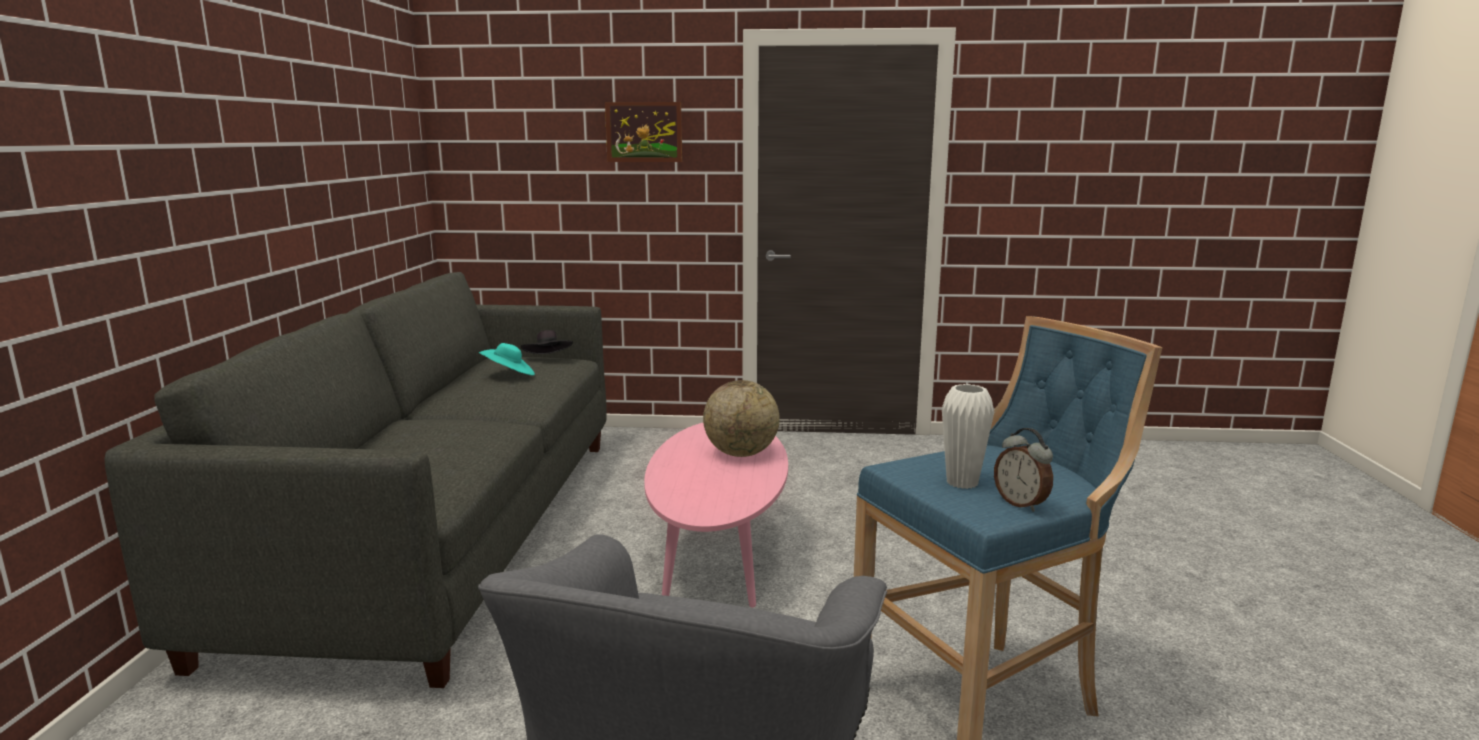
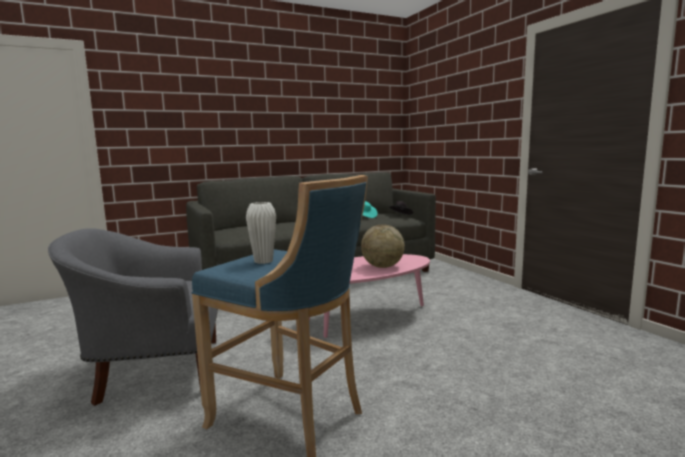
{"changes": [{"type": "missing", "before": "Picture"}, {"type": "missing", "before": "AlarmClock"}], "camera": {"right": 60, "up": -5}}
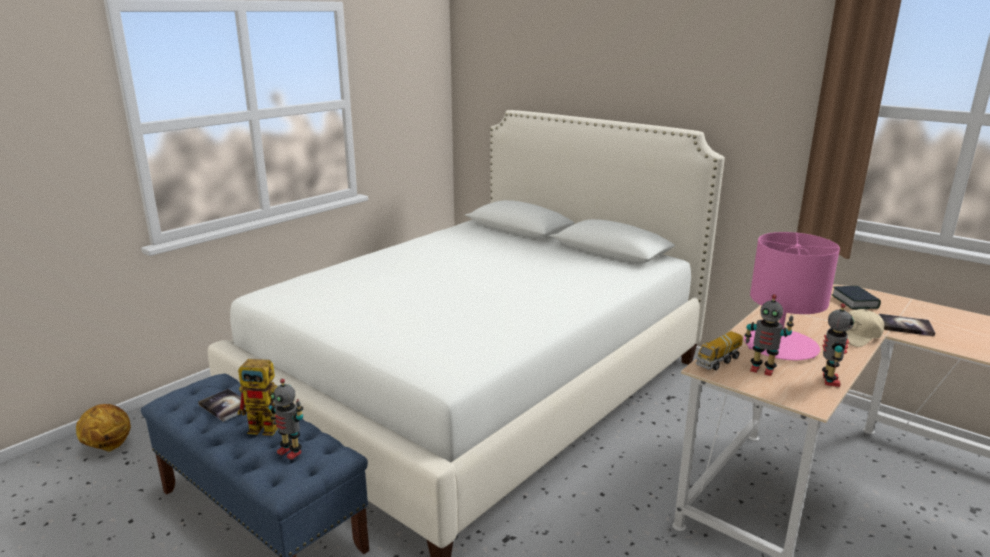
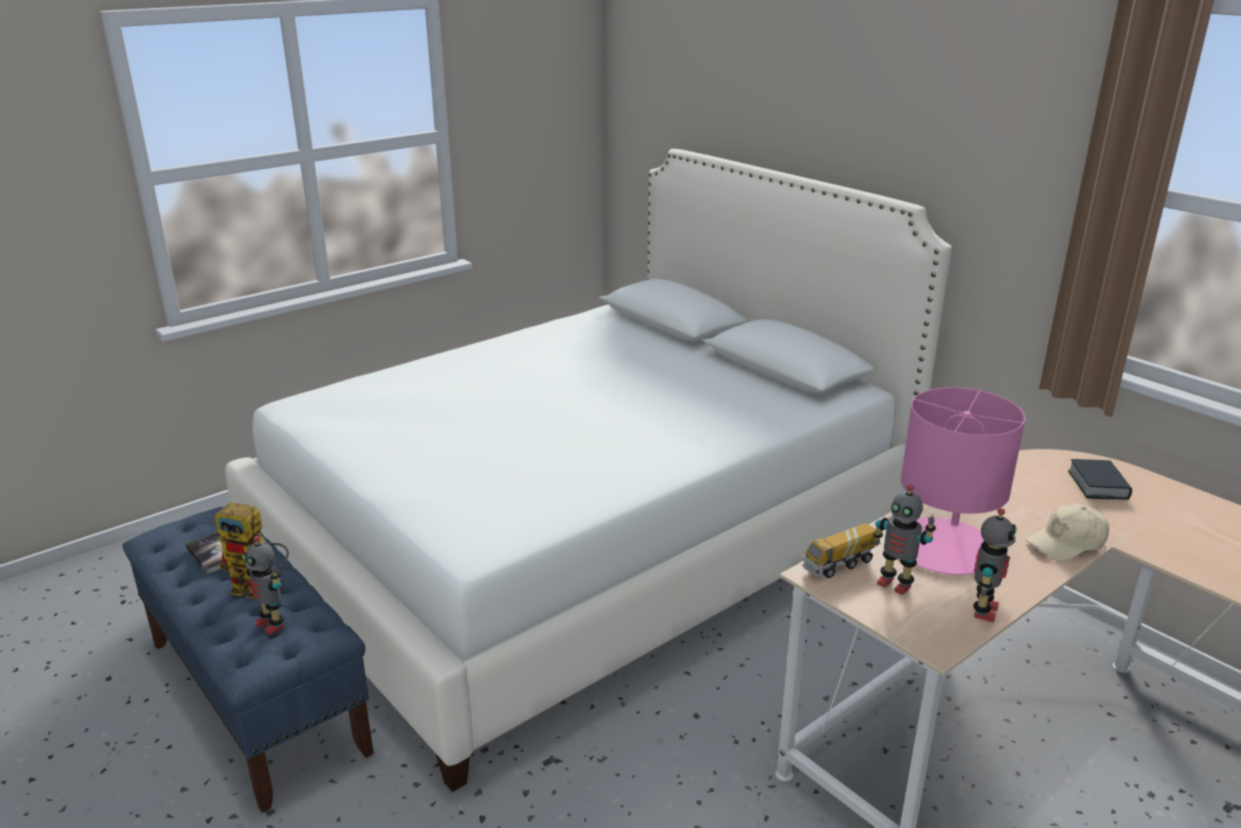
{"changes": [{"type": "missing", "before": "Volume (no. 3 from left)"}, {"type": "missing", "before": "Basketball"}], "camera": {"right": 10, "up": 5}}
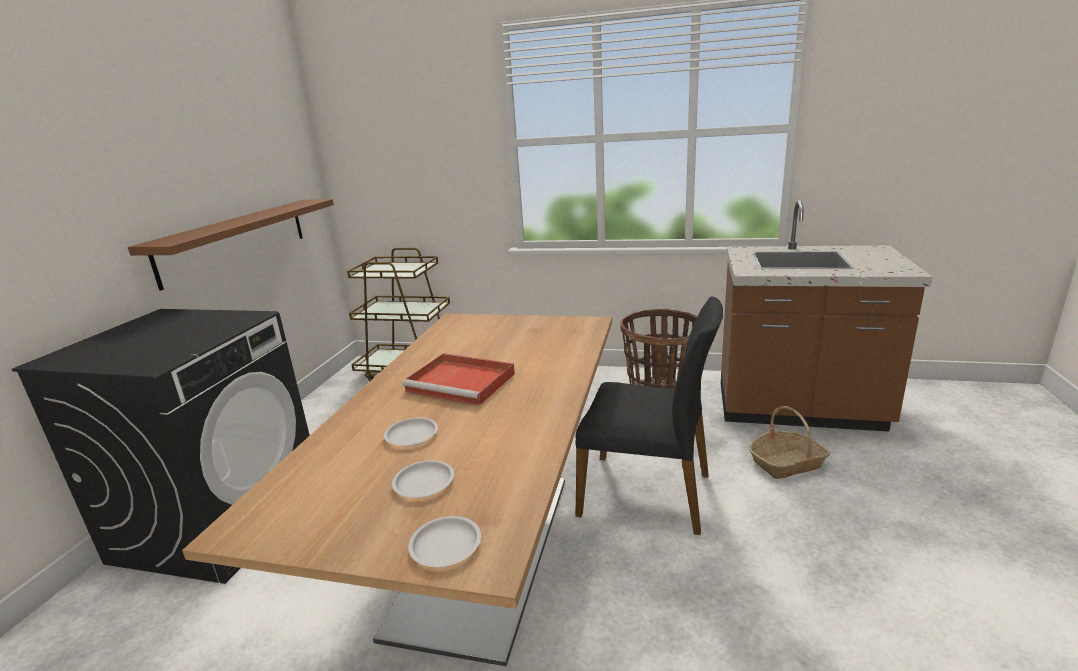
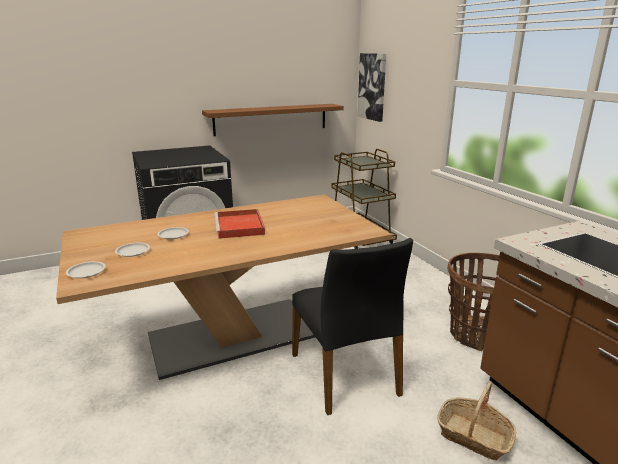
{"changes": [{"type": "appeared", "after": "Picture"}], "camera": {"right": 50, "up": 0}}
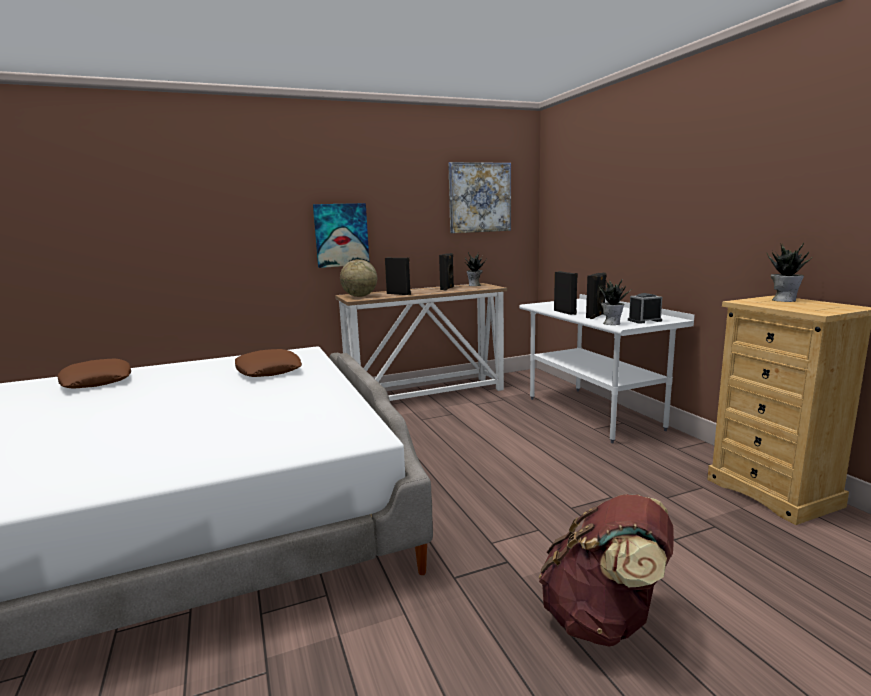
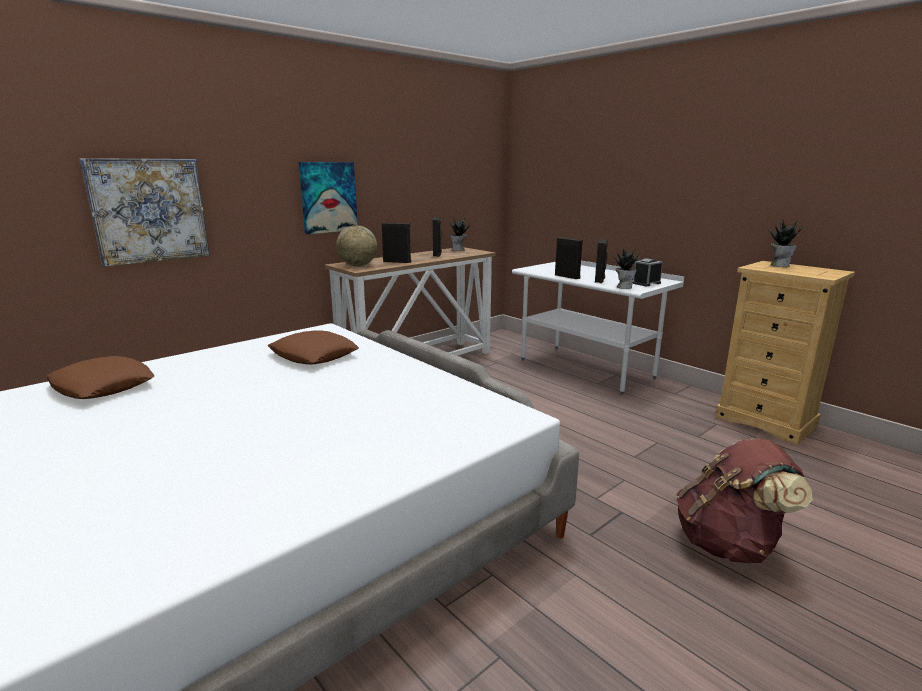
{"changes": [{"type": "relocated", "before": "Picture (no. 2 from left in the first image)", "after": "Picture (no. 1 from left)"}], "camera": {"right": -20, "up": 5}}
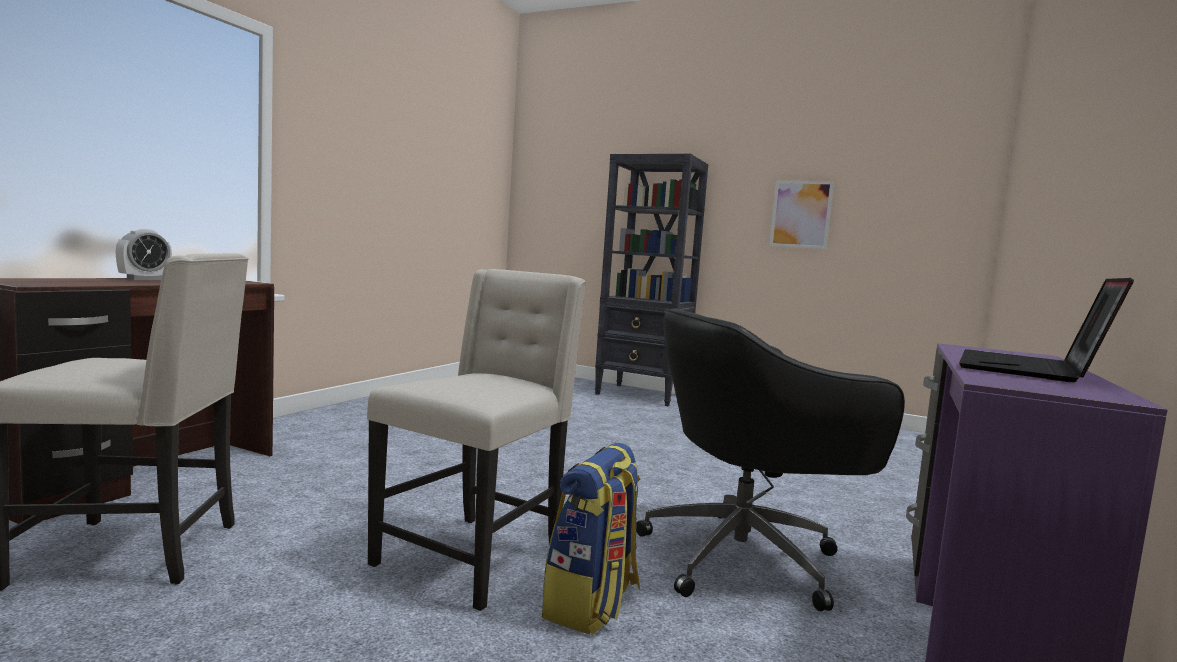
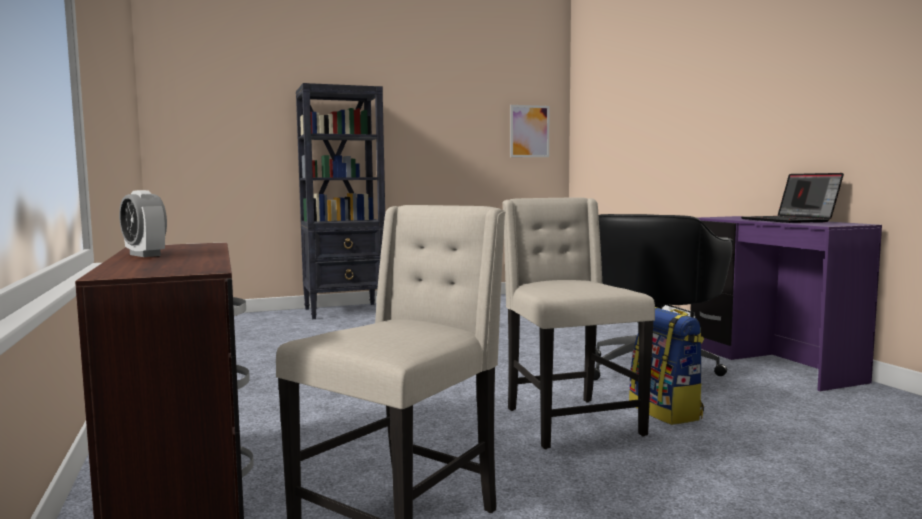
{"changes": [{"type": "relocated", "before": "Picture"}, {"type": "spun", "before": "AlarmClock", "turn": 150}], "camera": {"right": -45, "up": 0}}
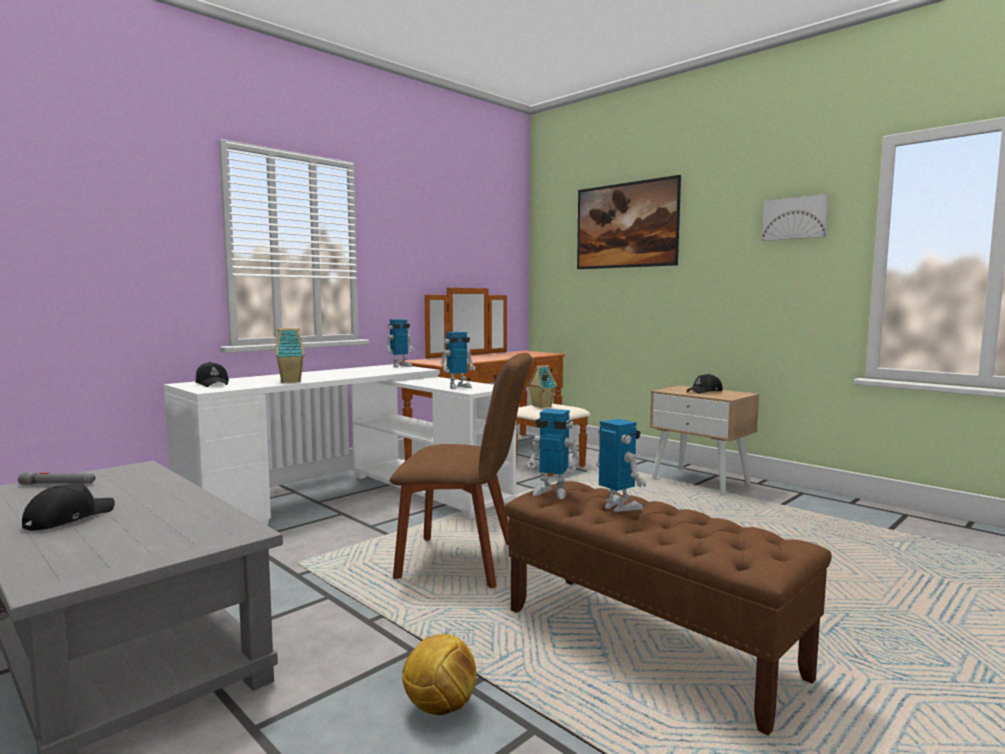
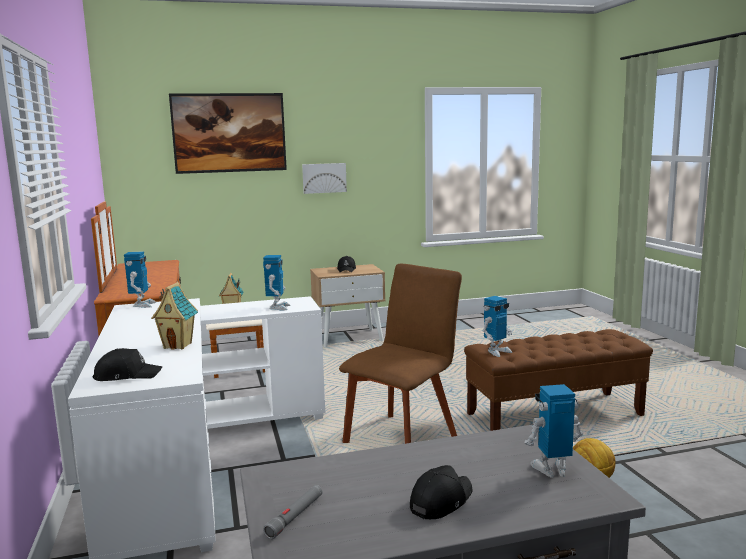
{"changes": [{"type": "relocated", "before": "Picture (no. 2 from left)"}, {"type": "relocated", "before": "ToyRobot (no. 4 from left)"}, {"type": "spun", "before": "BlackColouredBaseballCap (no. 1 from left in the first image)", "turn": 75}], "camera": {"right": -60, "up": 5}}
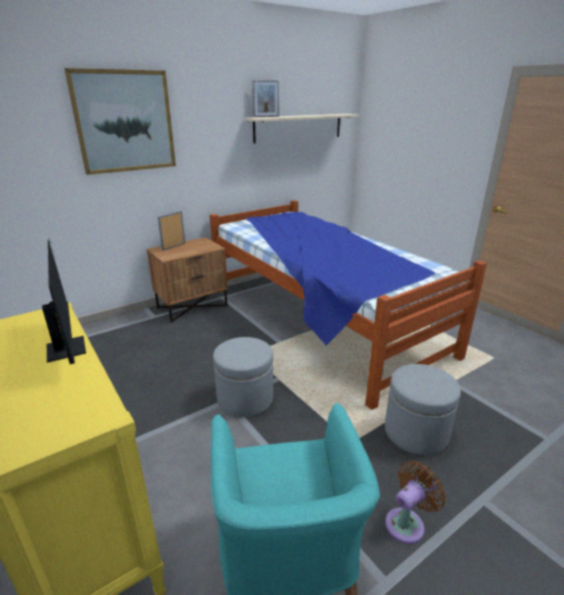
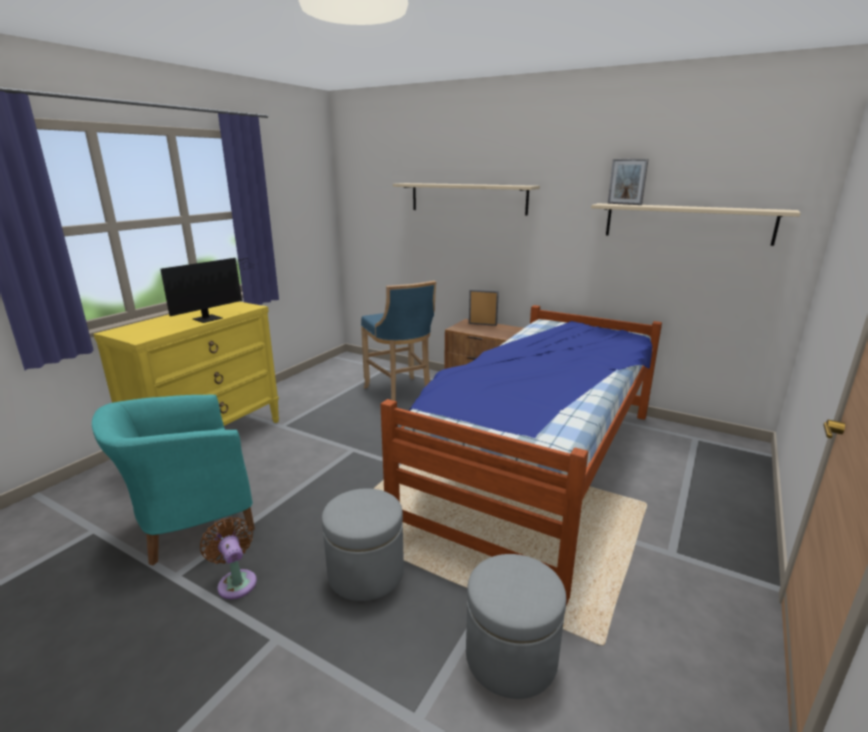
{"changes": [{"type": "exchanged", "before": "Picture", "after": "BeigeColouredShelf (no. 1 from left)"}, {"type": "relocated", "before": "GreyishFootrest (no. 1 from left in the first image)", "after": "GreyishFootrest (no. 2 from left)"}, {"type": "spun", "before": "BrownColouredCoolingFan", "turn": -150}, {"type": "appeared", "after": "BluishStool"}], "camera": {"right": 65, "up": -5}}
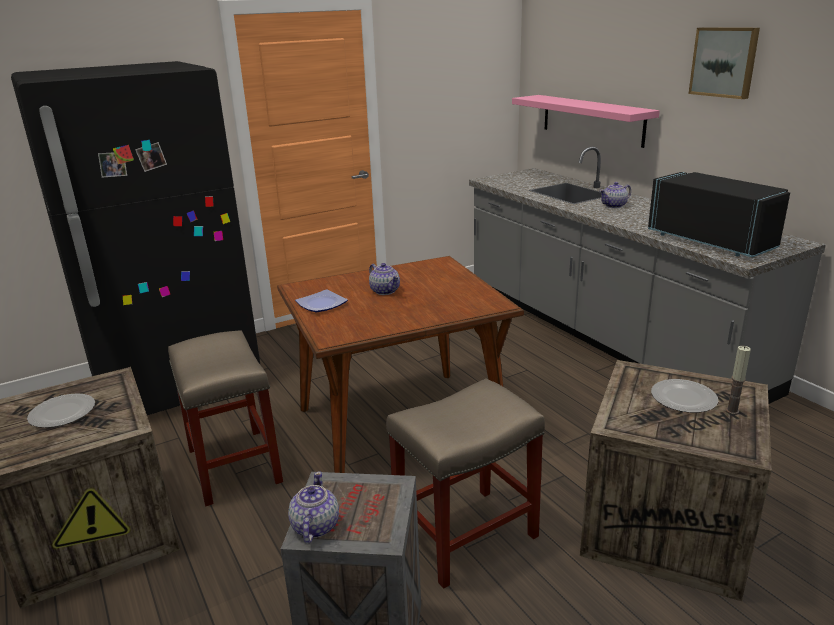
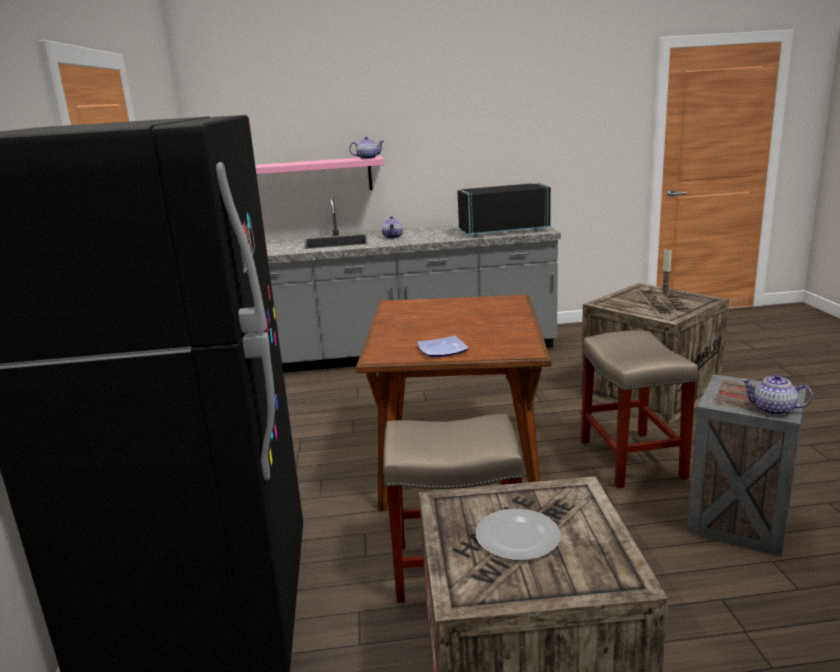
{"changes": [{"type": "missing", "before": "Picture"}, {"type": "relocated", "before": "Teapot (no. 2 from left in the first image)", "after": "Teapot (no. 1 from left)"}, {"type": "missing", "before": "DinnerPlate (no. 3 from left)"}], "camera": {"right": -65, "up": -5}}
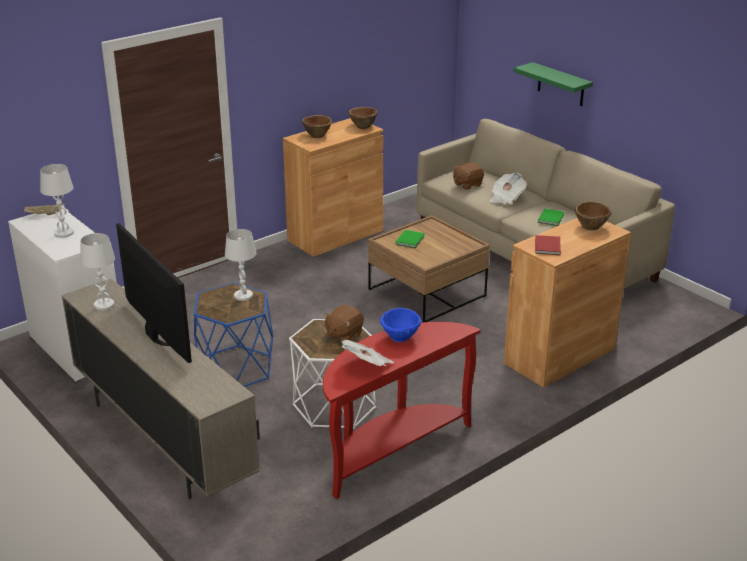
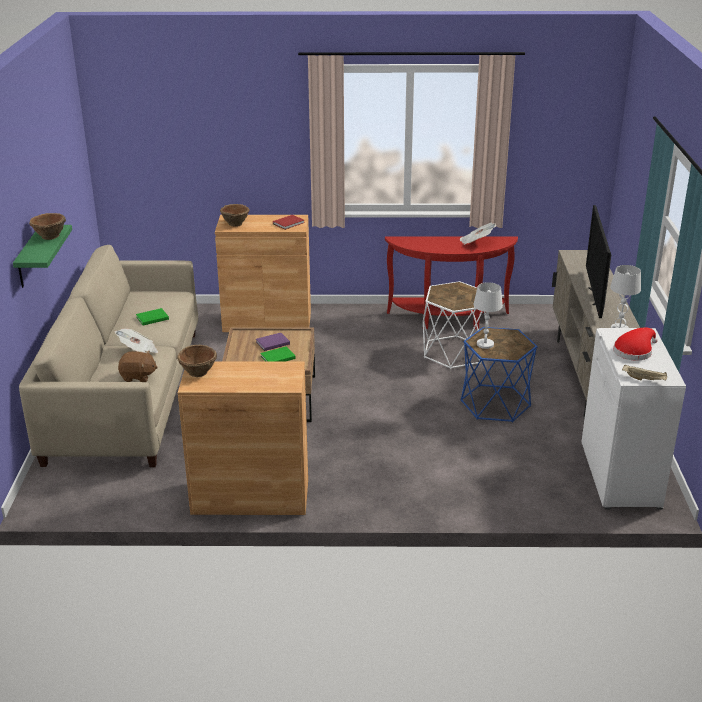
{"changes": [{"type": "relocated", "before": "BrownColouredDeepDish (no. 1 from left)"}, {"type": "exchanged", "before": "WhitishTableLamp (no. 1 from left)", "after": "RedWearableHat"}, {"type": "missing", "before": "BrownColouredCuddlyToy (no. 1 from left)"}, {"type": "missing", "before": "BluishDeepDish"}, {"type": "appeared", "after": "PurpleColouredVolume"}], "camera": {"right": -140, "up": 0}}
